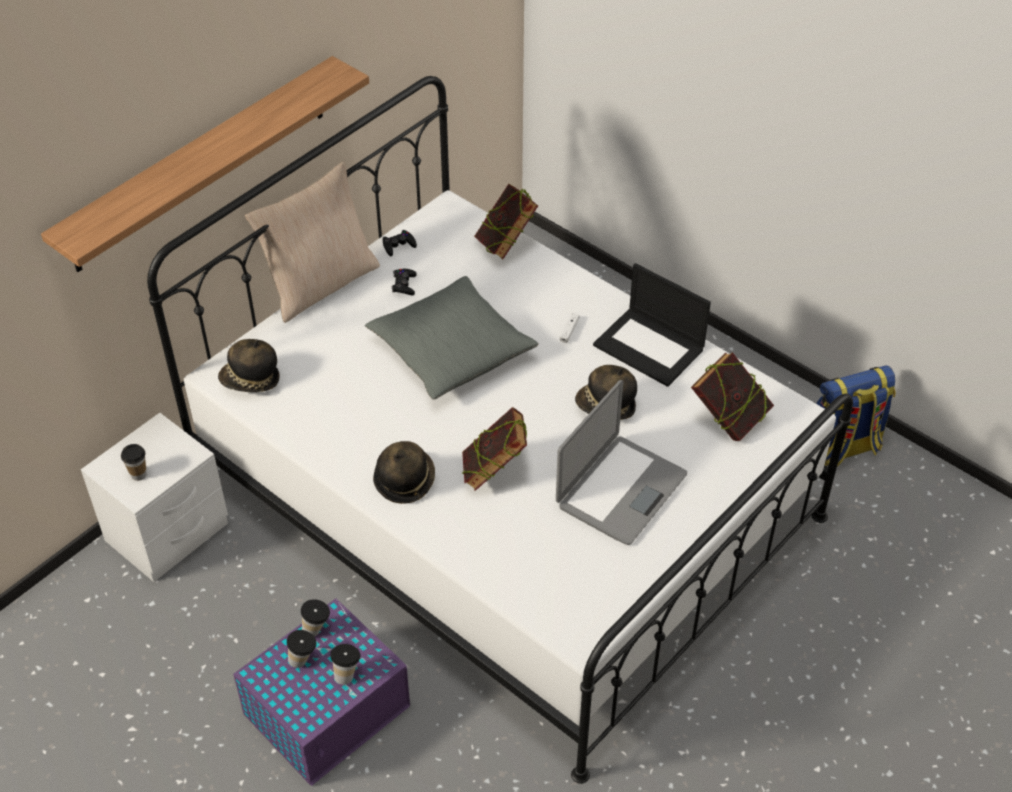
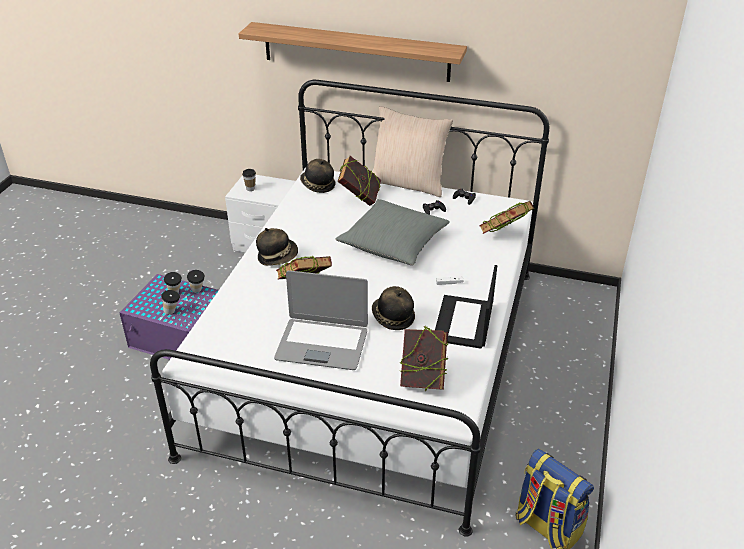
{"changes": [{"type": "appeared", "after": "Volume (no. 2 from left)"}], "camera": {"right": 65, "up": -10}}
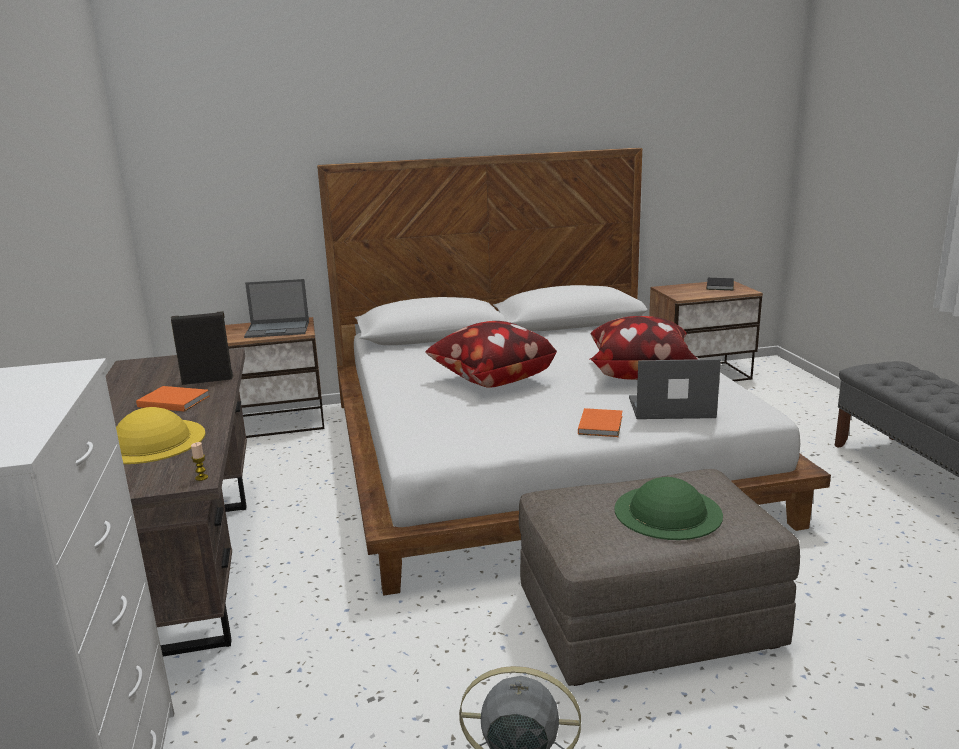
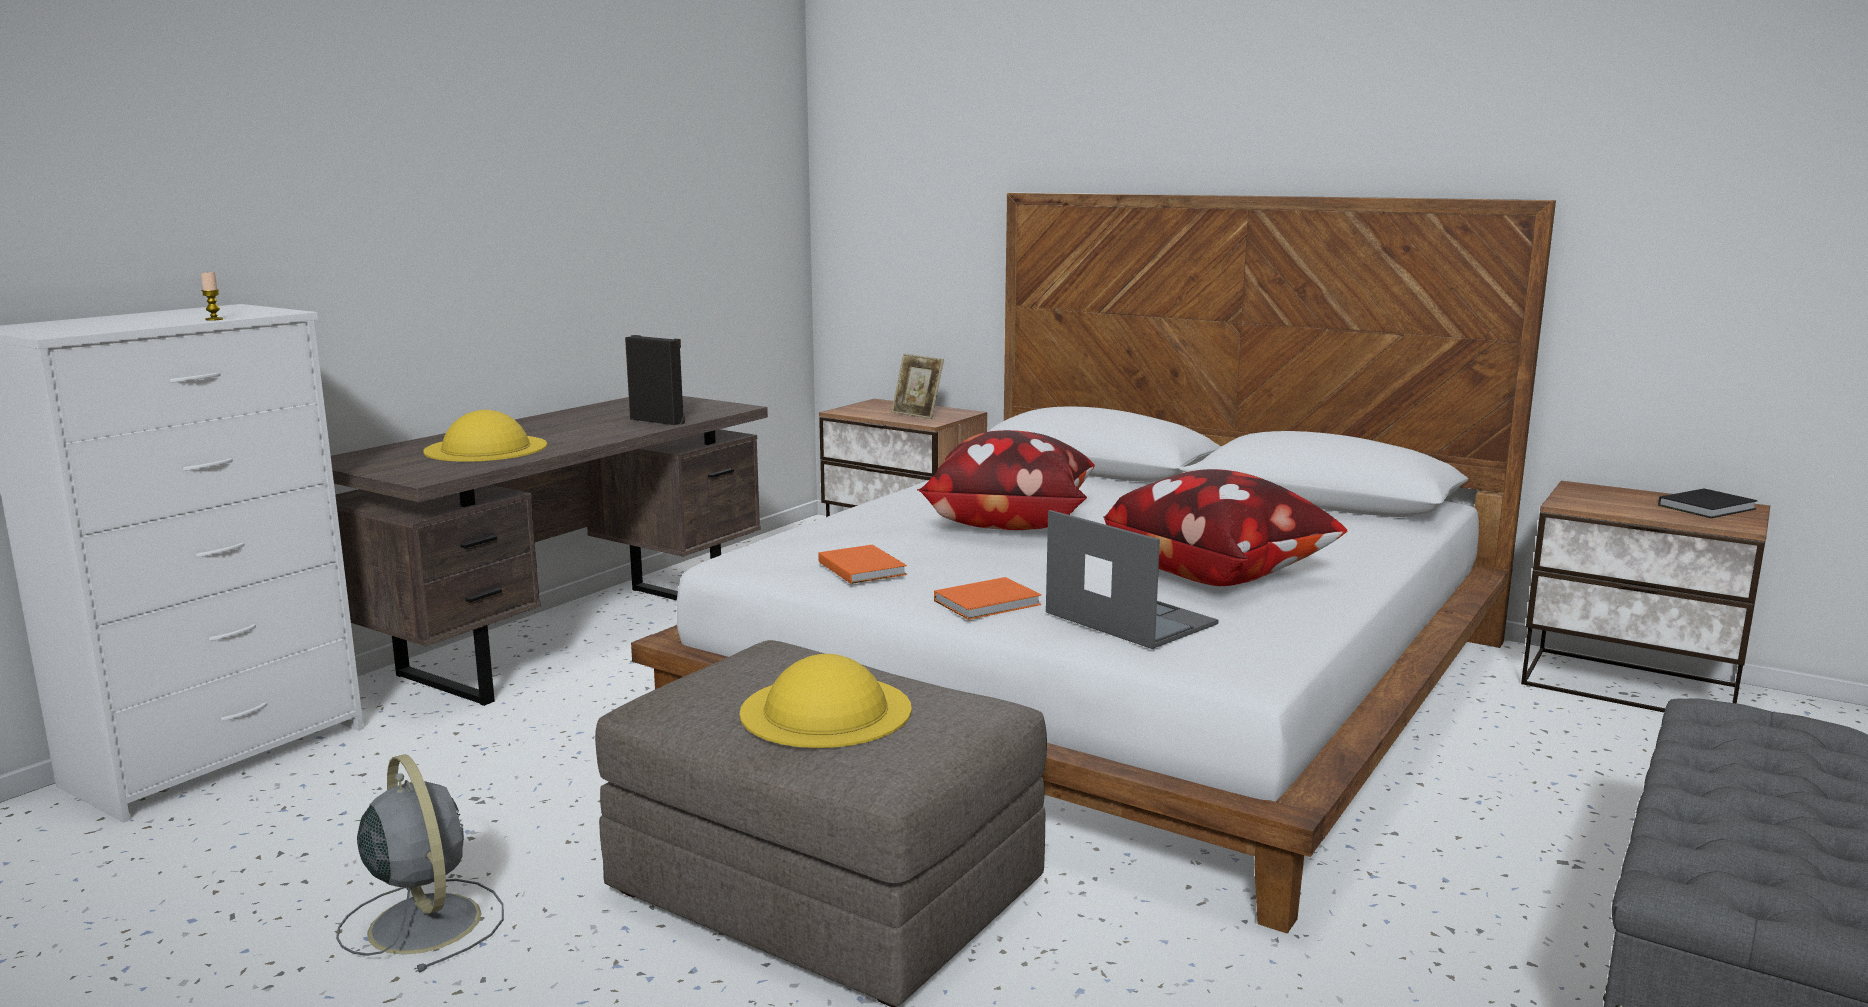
{"changes": [{"type": "exchanged", "before": "Laptop (no. 1 from left)", "after": "PhotoFrame"}, {"type": "relocated", "before": "OrangeyVolume (no. 1 from left)"}, {"type": "relocated", "before": "WaxCandle"}, {"type": "colour", "before": "GreenishWearableHat", "after": "YellowColouredWearableHat (no. 2 from left)"}], "camera": {"right": 45, "up": -5}}
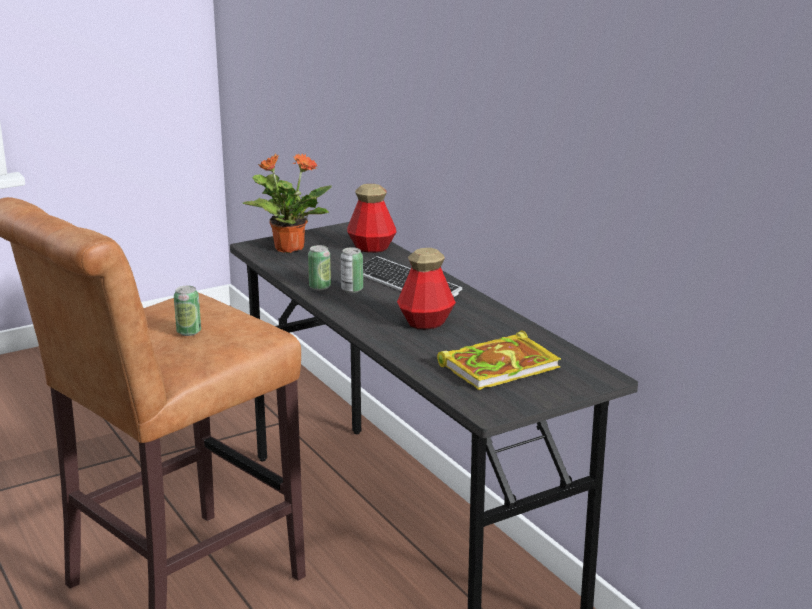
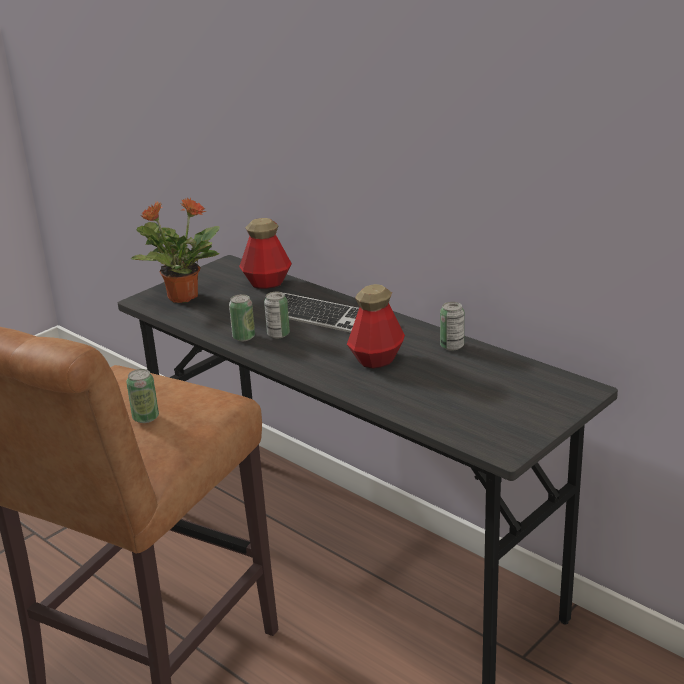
{"changes": [{"type": "missing", "before": "Volume"}, {"type": "appeared", "after": "SealedCan (no. 4 from left)"}], "camera": {"right": -15, "up": 5}}
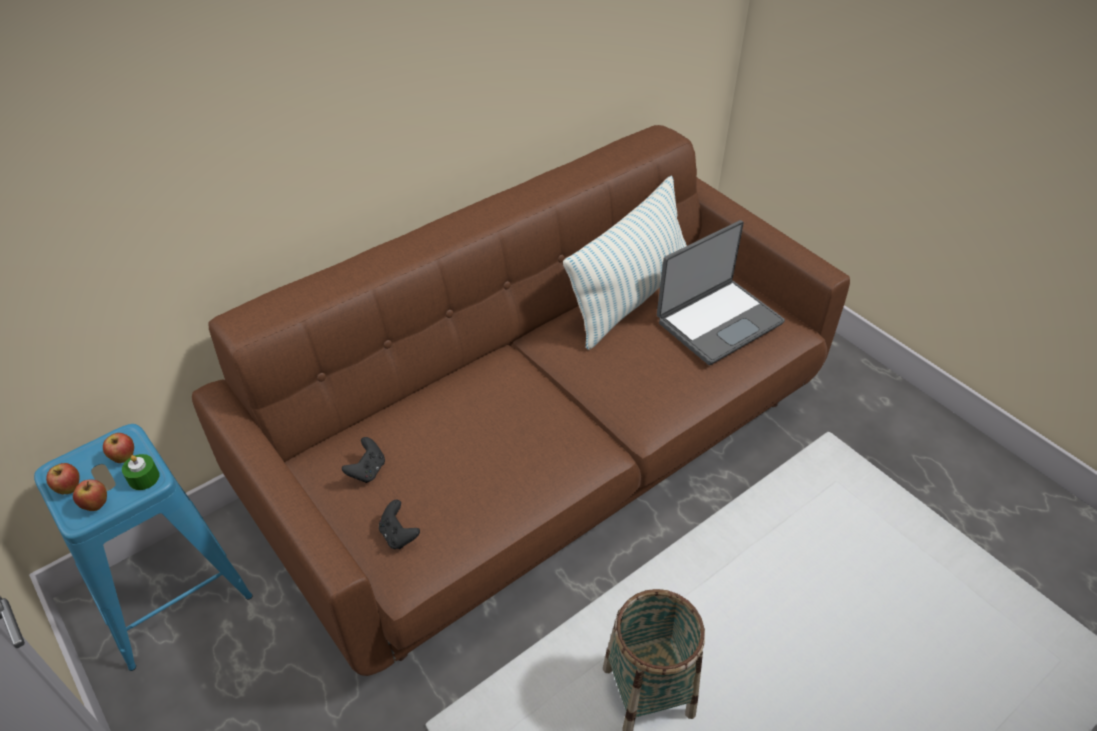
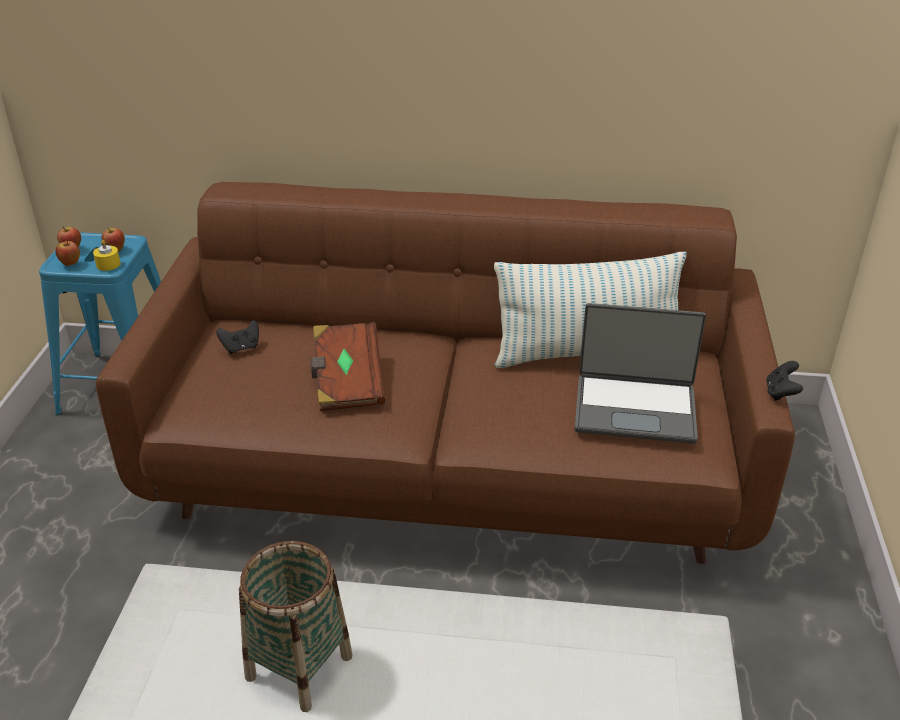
{"changes": [{"type": "colour", "before": "GreenishWaxCandle", "after": "YellowColouredWaxCandle"}, {"type": "relocated", "before": "BlackColouredJoypad (no. 2 from left)"}, {"type": "appeared", "after": "BrownColouredVolume"}], "camera": {"right": 45, "up": -10}}
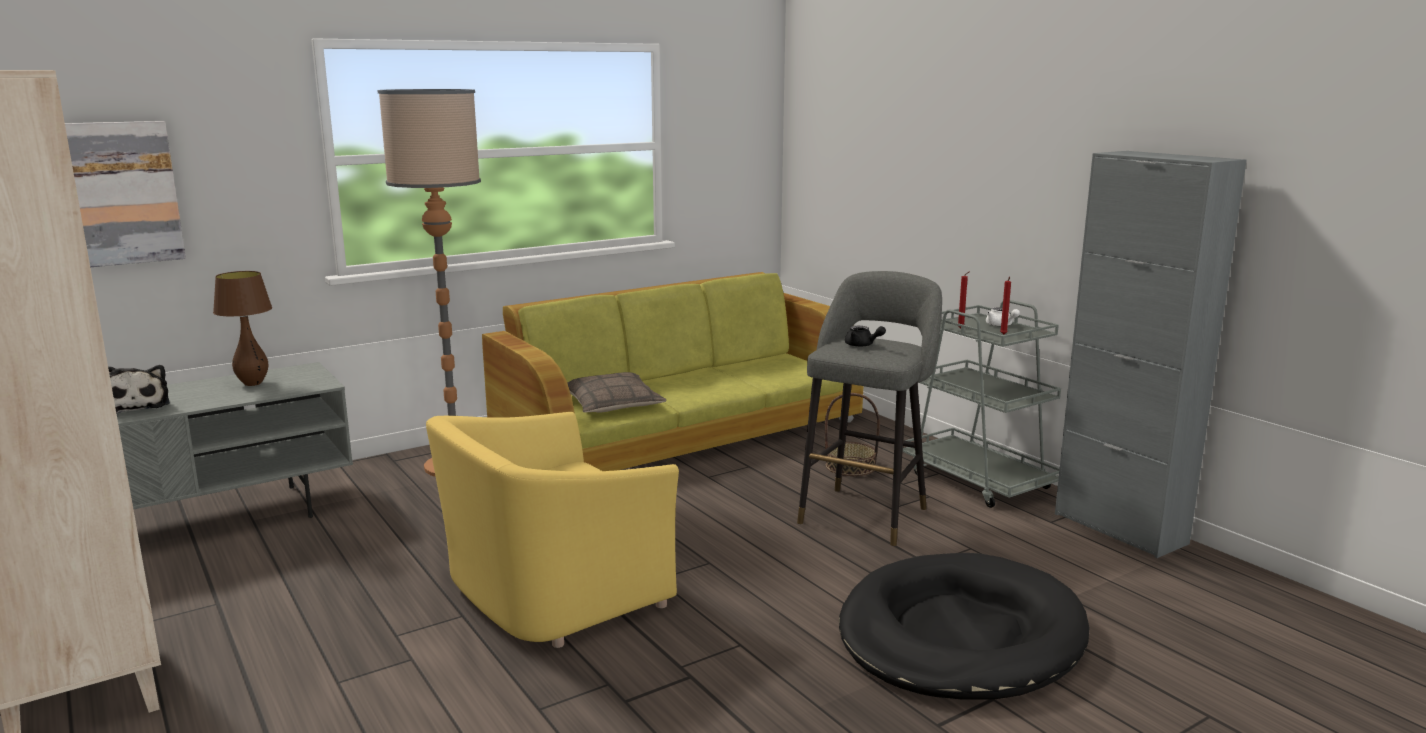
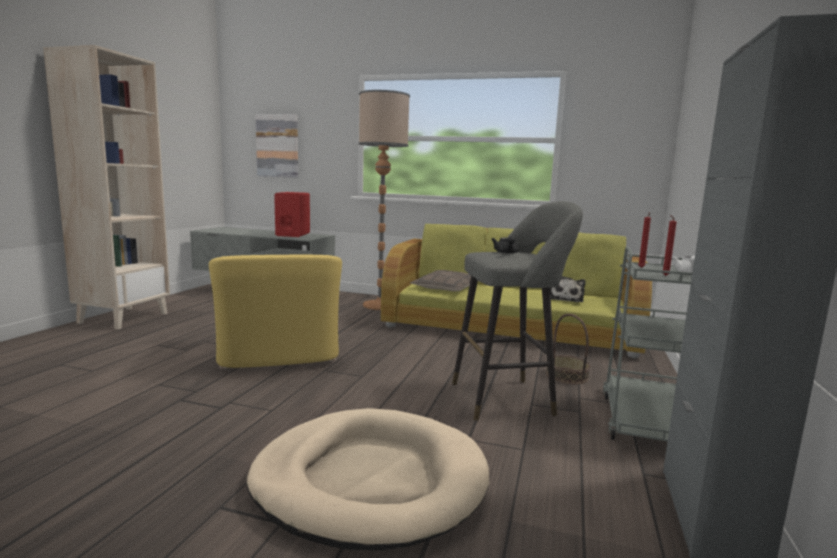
{"changes": [{"type": "exchanged", "before": "BrownColouredTableLamp", "after": "RedSpeaker"}, {"type": "relocated", "before": "CuddlyToy"}, {"type": "spun", "before": "YellowColouredArmchair", "turn": -120}, {"type": "colour", "before": "BlackColouredDogCushion", "after": "BeigeColouredDogCushion"}], "camera": {"right": 50, "up": -5}}
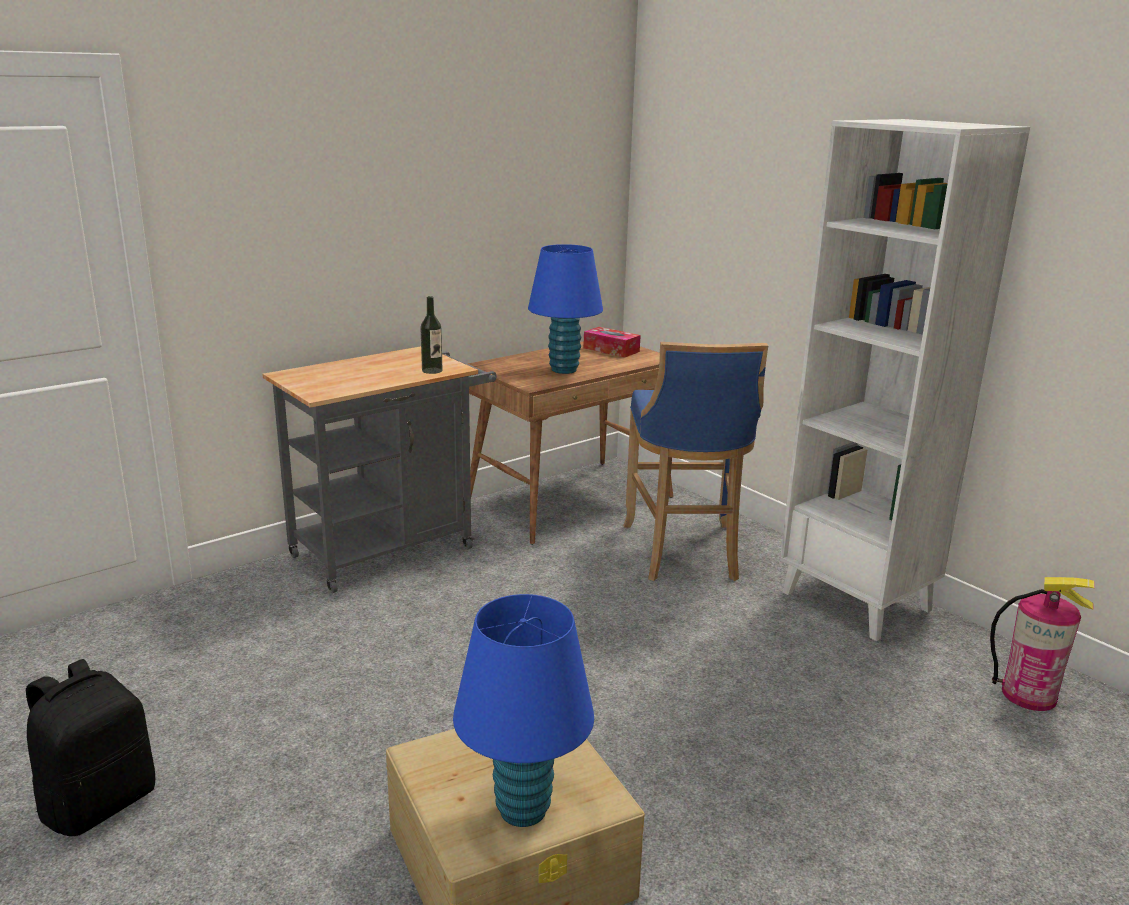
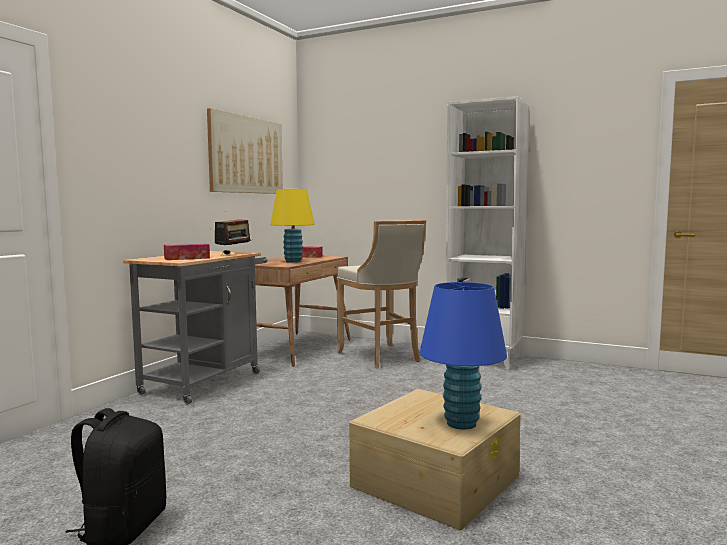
{"changes": [{"type": "colour", "before": "BluishTableLamp (no. 2 from left)", "after": "YellowColouredTableLamp"}, {"type": "exchanged", "before": "DrinkBottle", "after": "RadioSet"}, {"type": "colour", "before": "BluishStool", "after": "BeigeColouredStool"}, {"type": "missing", "before": "FireExtinguisher"}, {"type": "appeared", "after": "Picture"}, {"type": "appeared", "after": "TissueBox (no. 1 from left)"}], "camera": {"right": -25, "up": -15}}
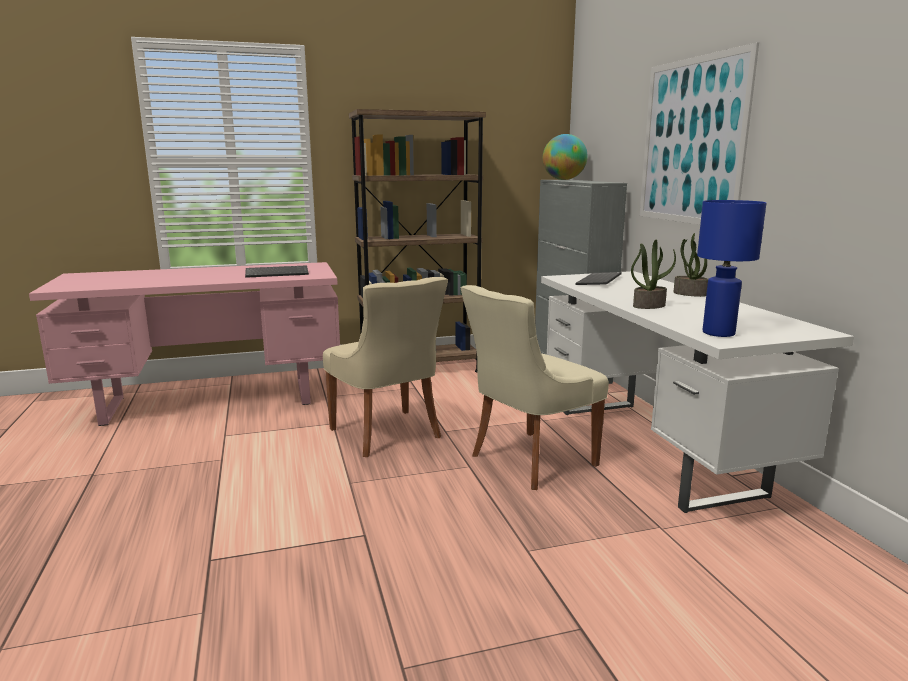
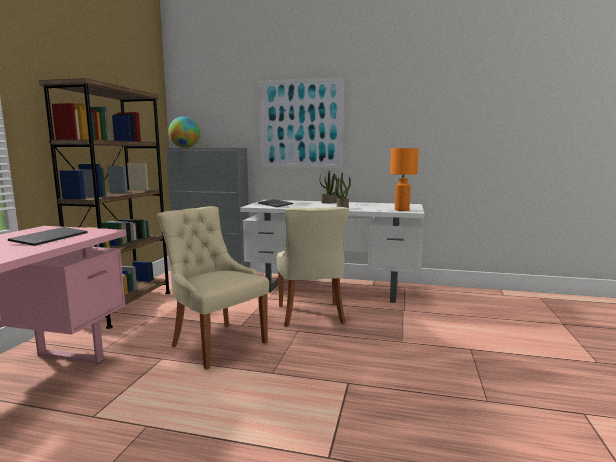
{"changes": [{"type": "colour", "before": "BluishTableLamp", "after": "OrangeyTableLamp"}, {"type": "spun", "before": "BeigeColouredChair (no. 1 from left)", "turn": -135}], "camera": {"right": -60, "up": -5}}
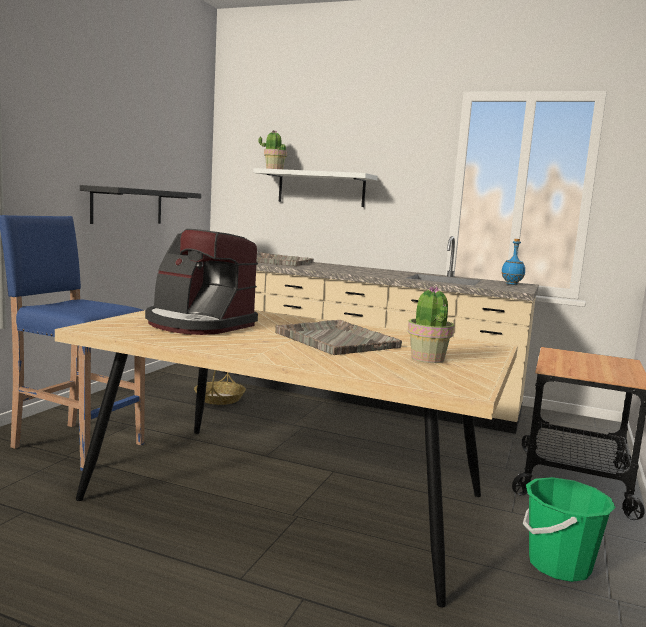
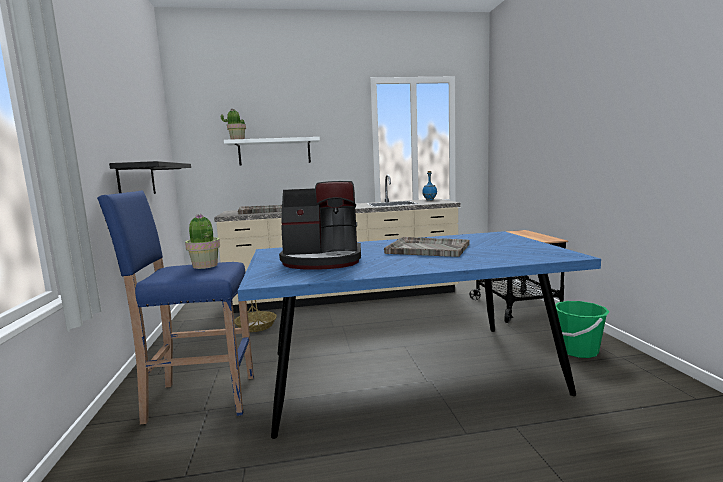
{"changes": [{"type": "relocated", "before": "Houseplant (no. 2 from left in the first image)", "after": "Houseplant (no. 1 from left)"}, {"type": "colour", "before": "BeigeColouredDiningTable", "after": "BluishDiningTable"}], "camera": {"right": -30, "up": 0}}
